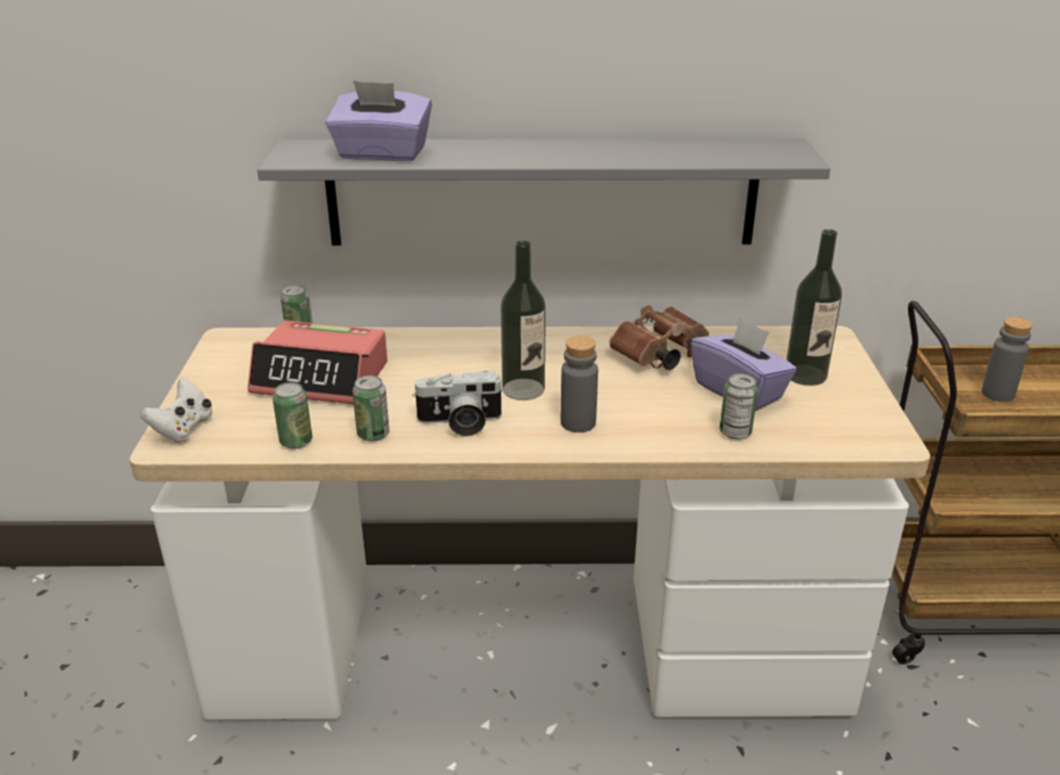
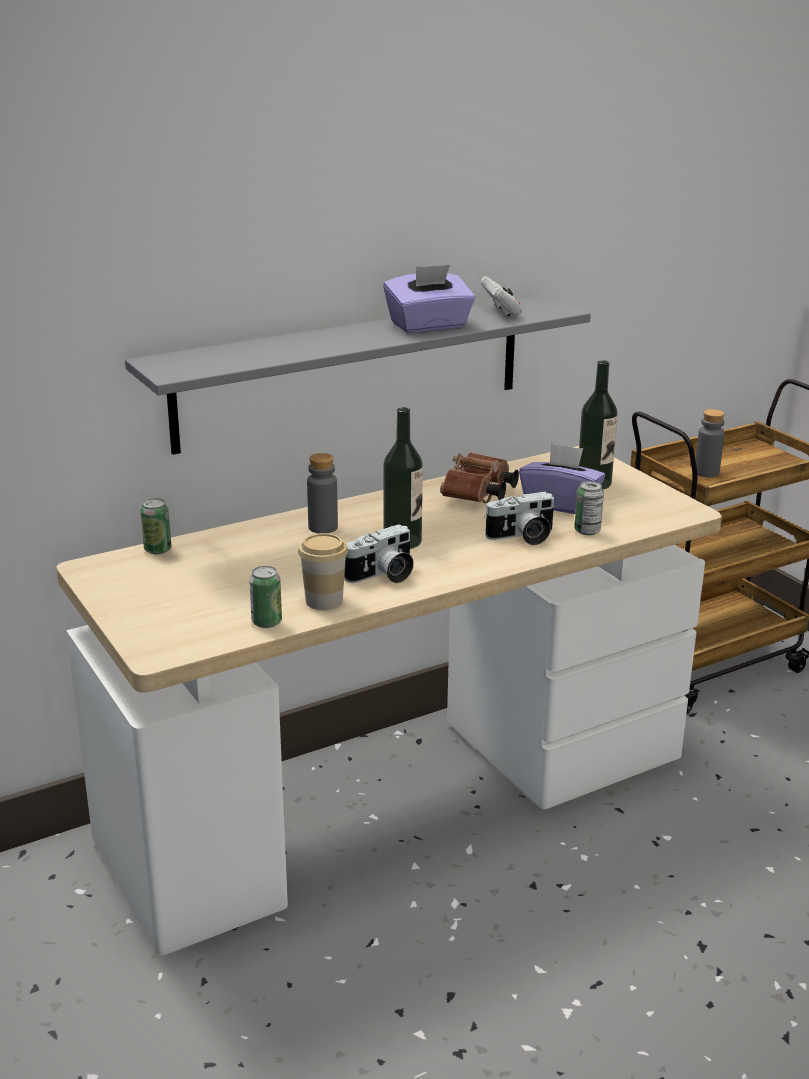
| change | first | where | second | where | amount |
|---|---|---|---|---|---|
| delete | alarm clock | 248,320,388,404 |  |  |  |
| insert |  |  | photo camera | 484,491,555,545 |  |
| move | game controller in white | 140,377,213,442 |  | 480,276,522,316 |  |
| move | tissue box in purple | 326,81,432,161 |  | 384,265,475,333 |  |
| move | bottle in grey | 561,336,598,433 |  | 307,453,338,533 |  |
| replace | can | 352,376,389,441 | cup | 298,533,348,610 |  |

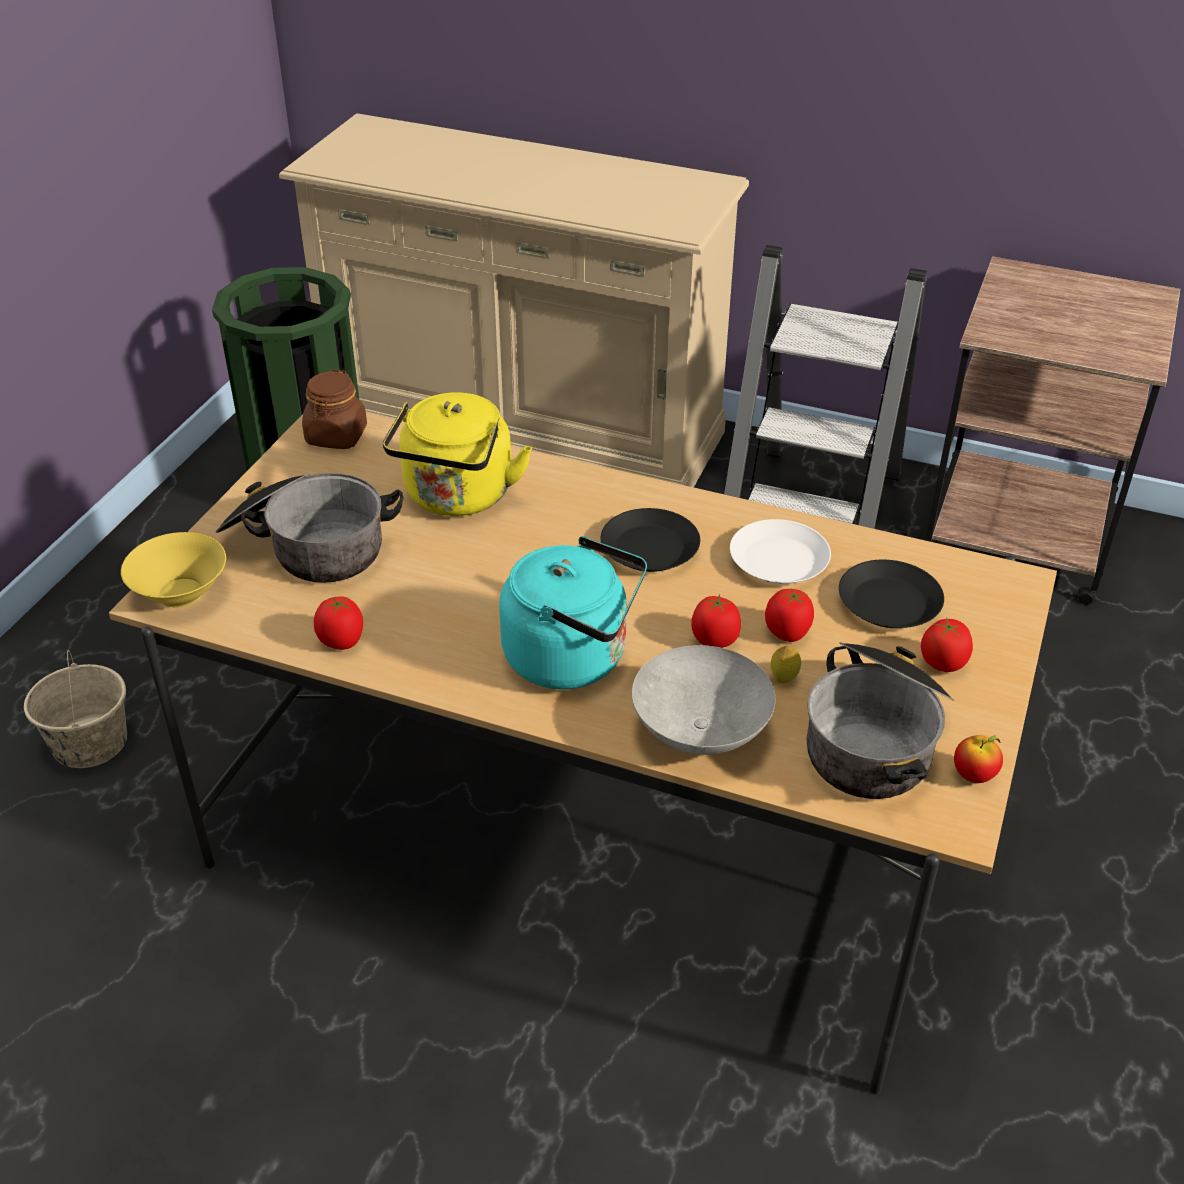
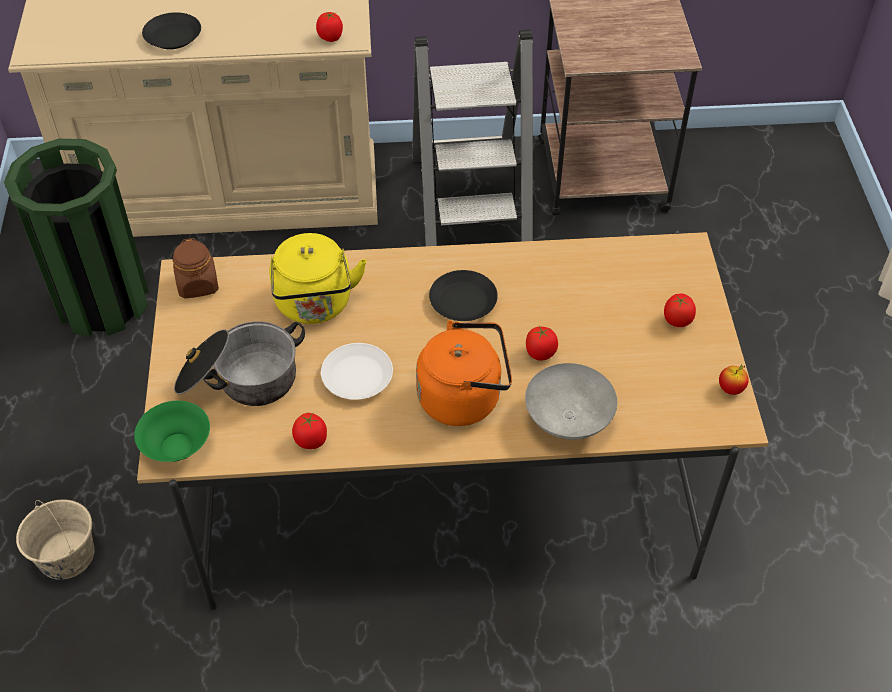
| change | first | where | second | where | amount |
|---|---|---|---|---|---|
| delete | lemon | 771,645,801,684 |  |  |  |
| delete | cooking pot | 806,642,954,799 |  |  |  |
| move | plate in white | 730,519,831,584 |  | 321,343,393,400 |  |
| move | tomato | 765,589,814,642 |  | 316,12,343,42 |  |
| move | plate in black | 839,560,944,628 |  | 142,12,201,49 |  |
| recolor | bowl in yellow | 121,532,226,608 | bowl in green | 134,401,210,462 |  |
| recolor | kettle in turquoise | 499,536,647,689 | kettle in orange | 416,320,512,426 |  |

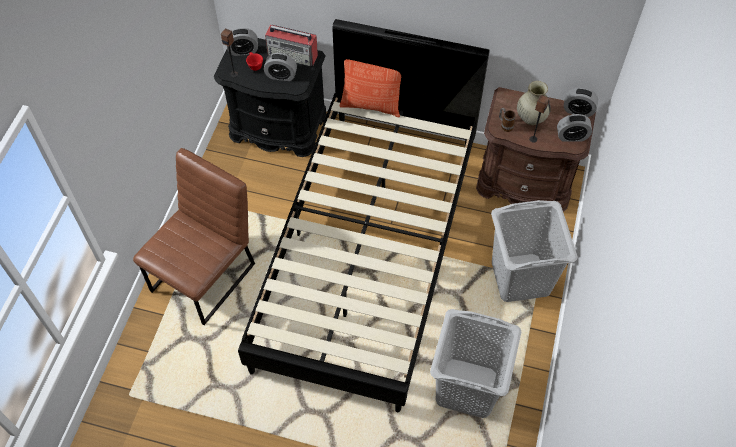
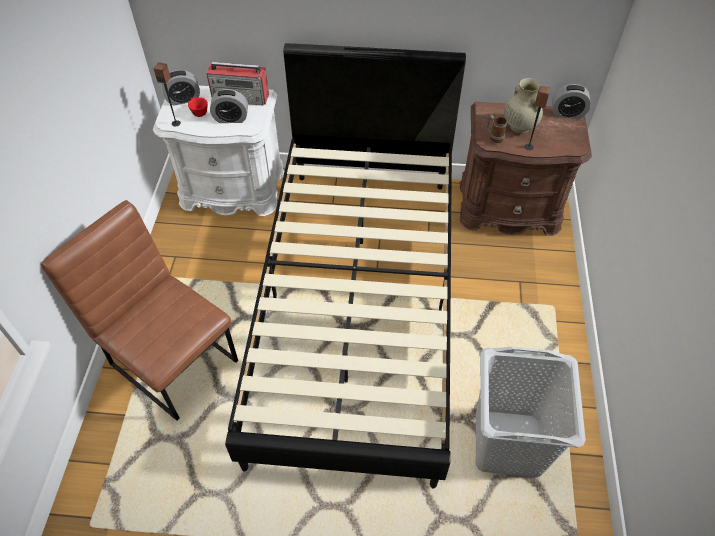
| change | first | where | second | where | amount |
|---|---|---|---|---|---|
| delete | pillow in orange | 340,59,401,117 |  |  |  |
| delete | laundry basket in grey | 491,200,578,302 |  |  |  |
| delete | alarm clock | 557,114,592,142 |  |  |  |
| recolor | nightstand in black | 214,38,327,157 | nightstand in white | 153,86,285,216 |  |
| rotate | chair in brown | 133,148,255,325 |  | 41,200,238,421 | 75 degrees counterclockwise |

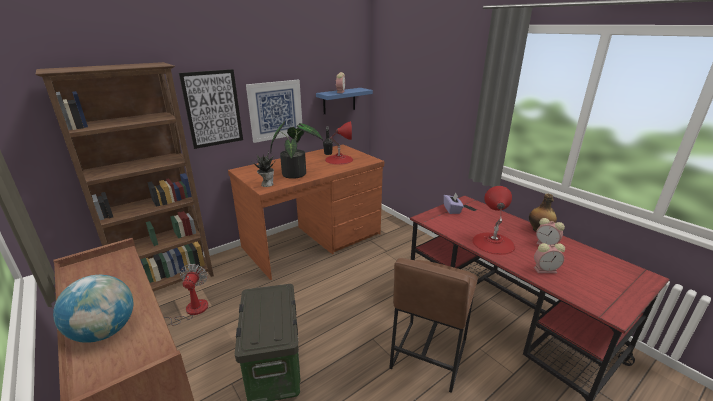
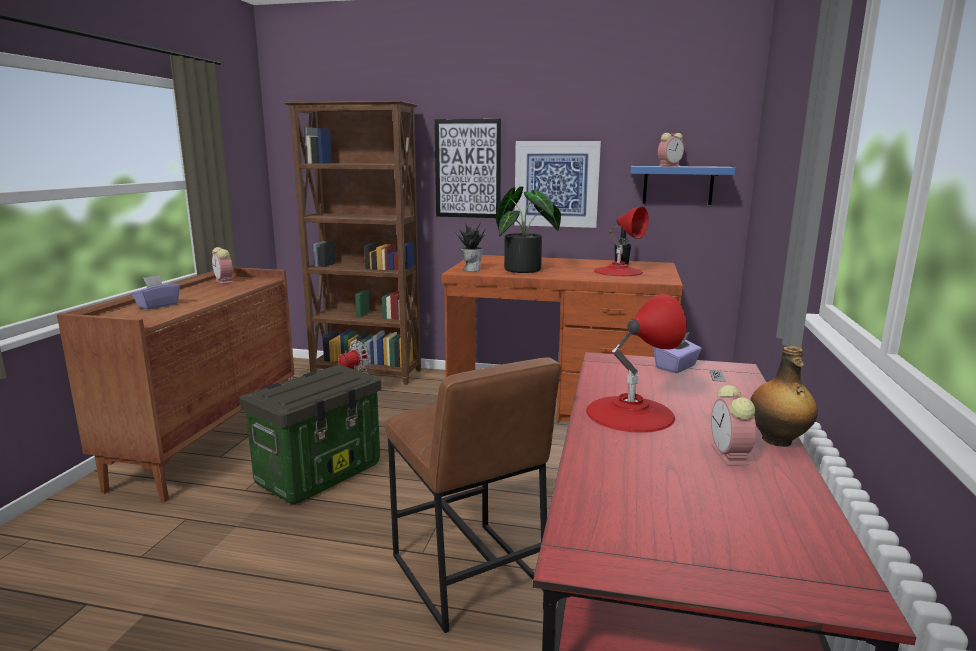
| change | first | where | second | where | amount |
|---|---|---|---|---|---|
| move | alarm clock | 534,243,565,273 |  | 212,247,233,284 |  |
| replace | globe | 53,275,133,343 | tissue box in purple | 131,275,180,310 |  |
| rotate | chair in brown | 389,258,478,393 |  | 385,357,561,633 | 105 degrees counterclockwise |

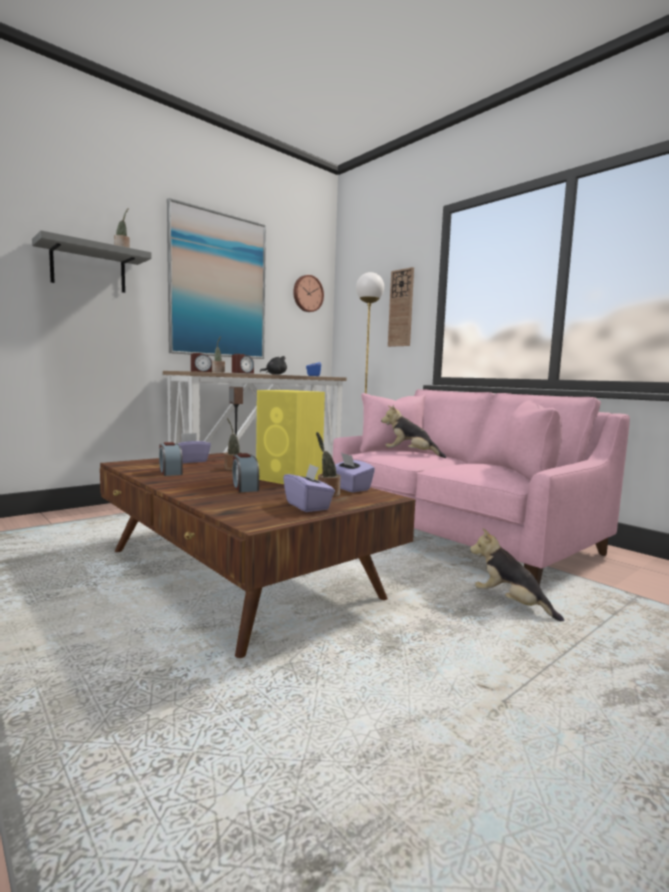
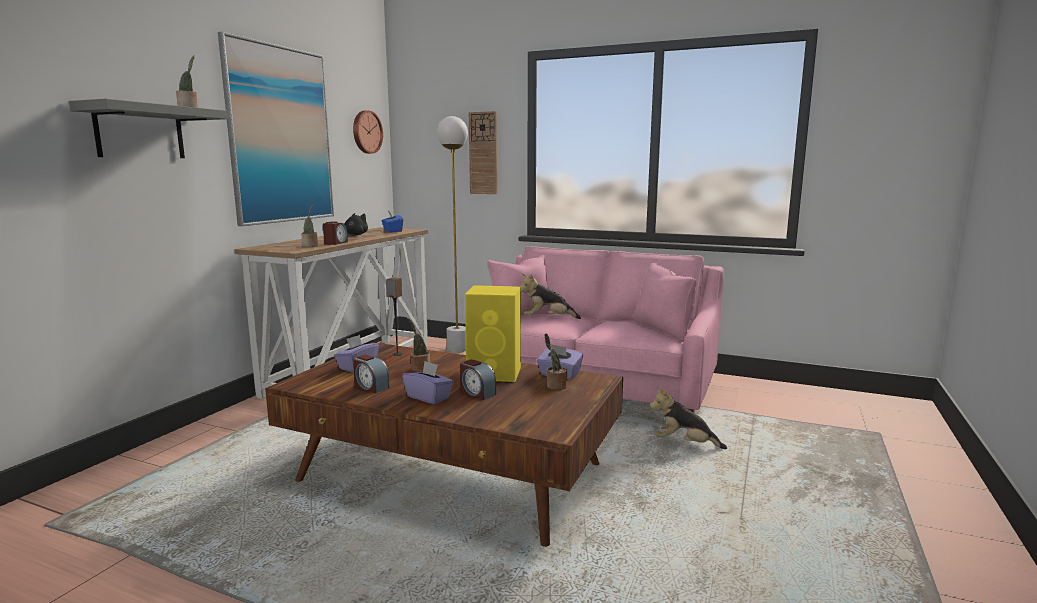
| change | first | where | second | where | amount |
|---|---|---|---|---|---|
| delete | alarm clock | 191,353,212,372 |  |  |  |
| move | tissue box in purple | 283,464,335,512 |  | 402,361,454,404 |  |

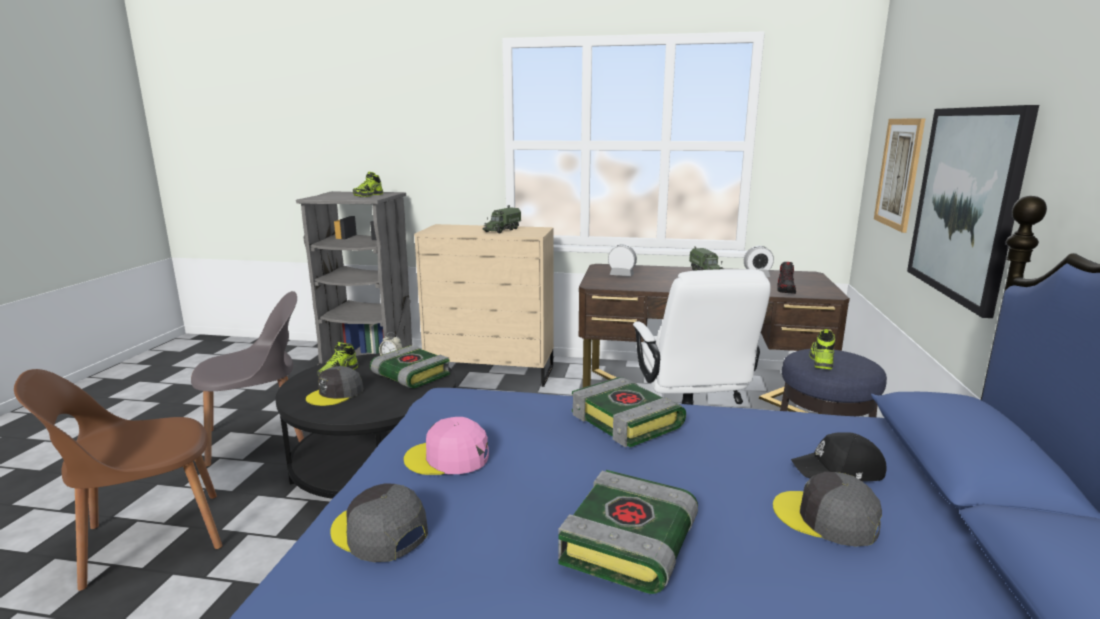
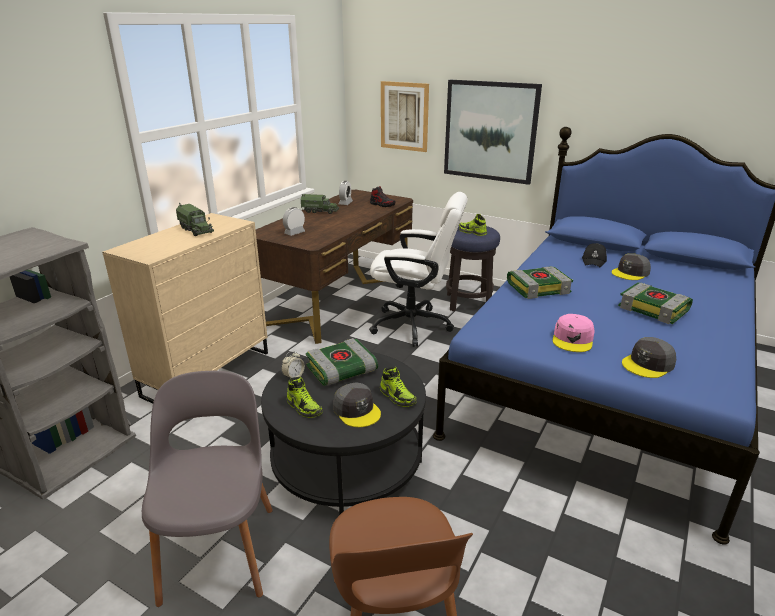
| change | first | where | second | where | amount |
|---|---|---|---|---|---|
| move | shoe | 353,172,383,197 |  | 380,367,417,407 |  |

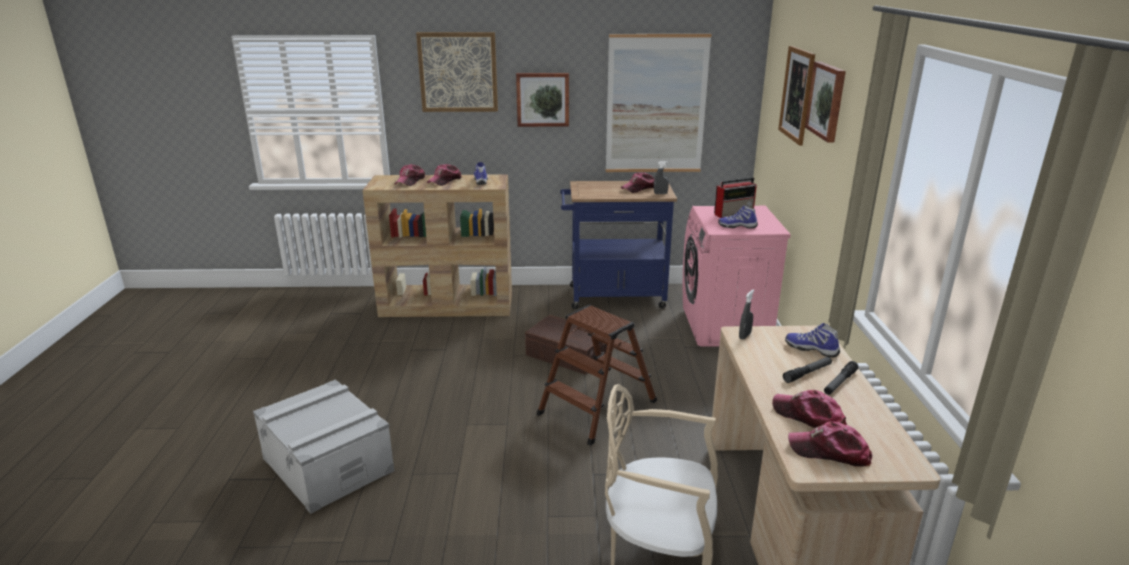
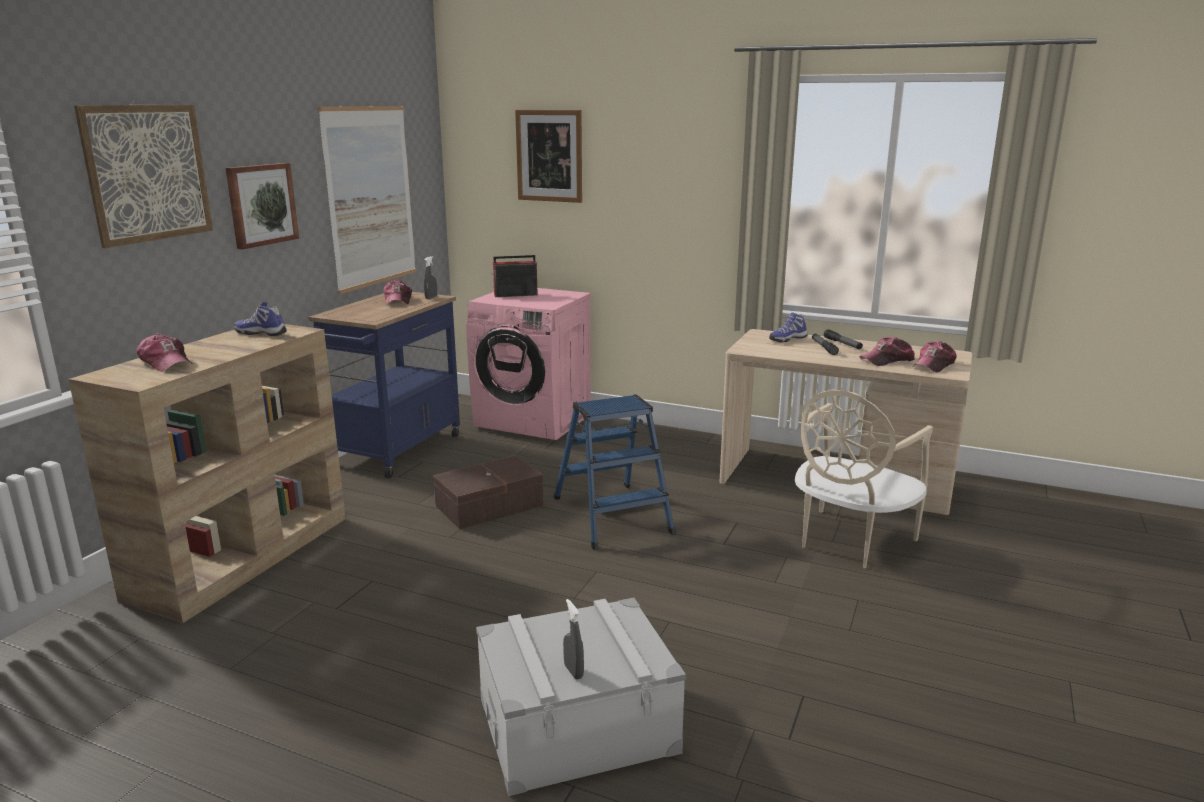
| change | first | where | second | where | amount |
|---|---|---|---|---|---|
| delete | cap | 427,164,461,186 |  |  |  |
| delete | shoe | 718,205,758,229 |  |  |  |
| delete | picture | 805,61,846,143 |  |  |  |
| move | spray bottle in grey | 739,289,754,340 |  | 563,599,584,680 |  |
| recolor | step ladder in brown | 536,304,657,446 | step ladder in blue | 554,394,676,550 |  |
| rotate | radio | 714,177,757,218 |  | 491,255,538,297 | 105 degrees counterclockwise |

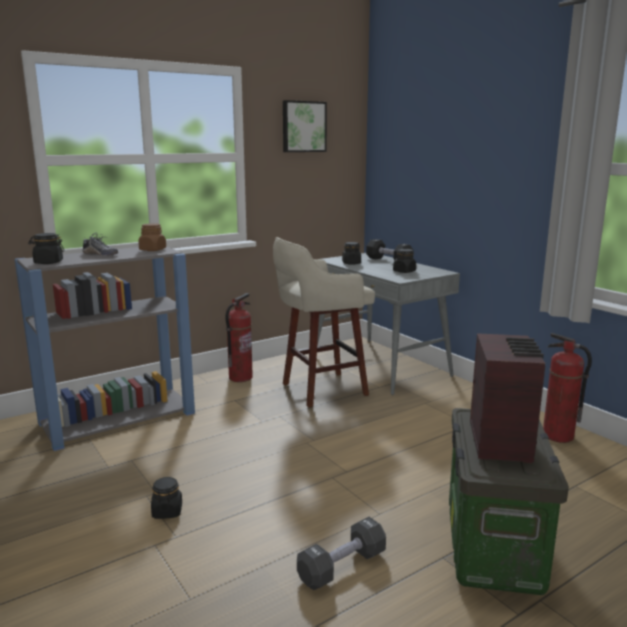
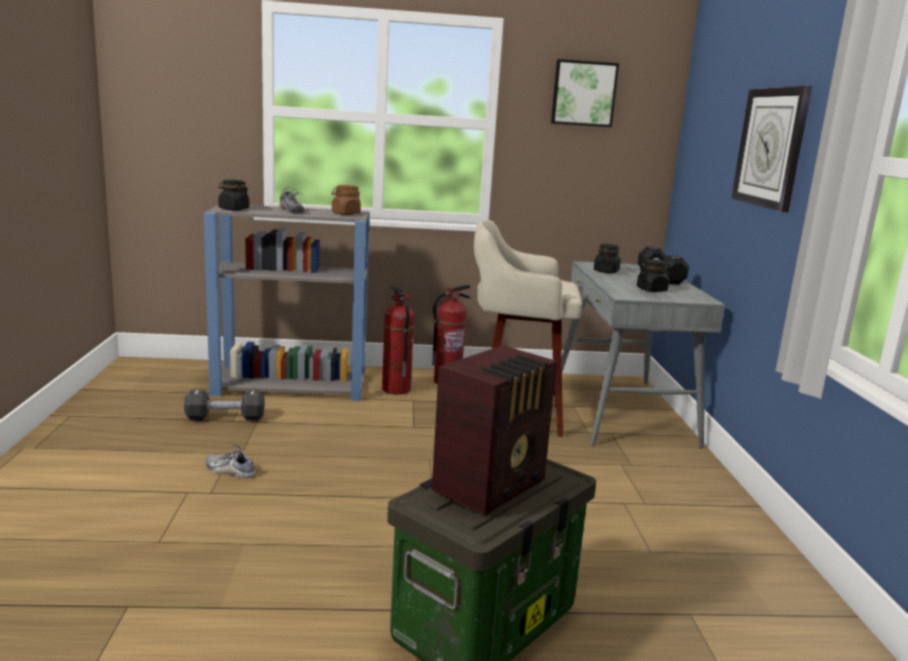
| change | first | where | second | where | amount |
|---|---|---|---|---|---|
| insert |  |  | wall clock | 731,86,812,212 |  |
| move | dumbbell in black | 297,517,386,590 |  | 184,390,265,420 |  |
| move | fire extinguisher | 543,333,592,443 |  | 382,285,414,395 |  |
| replace | jar in black | 151,477,182,519 | shoe | 206,445,255,478 |  |

